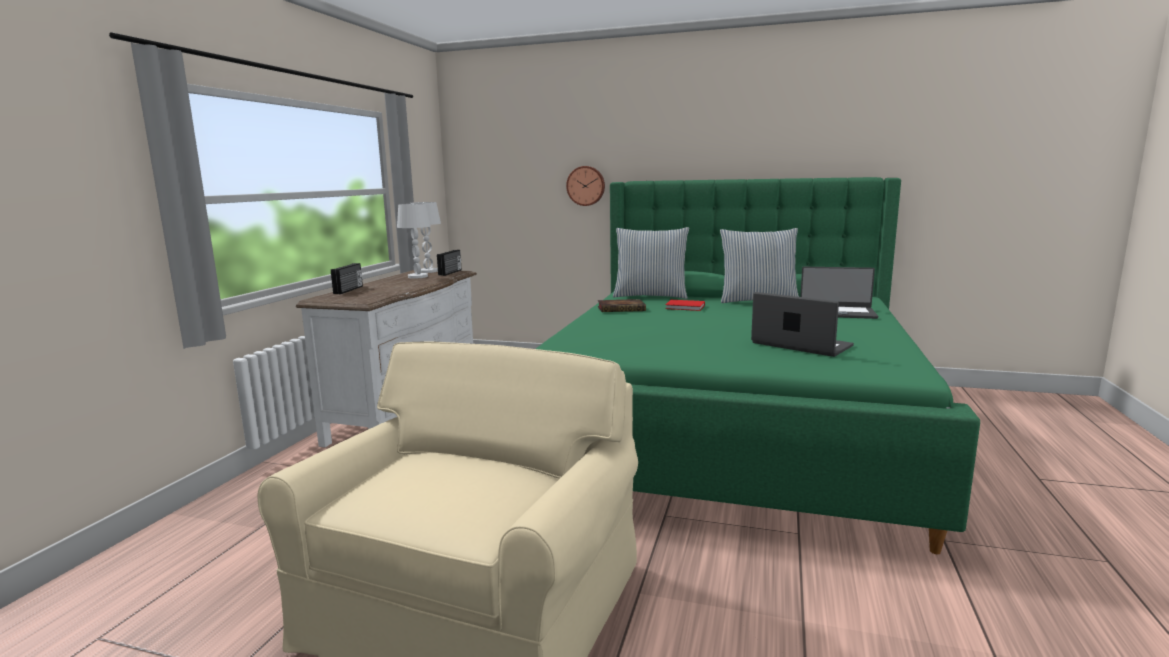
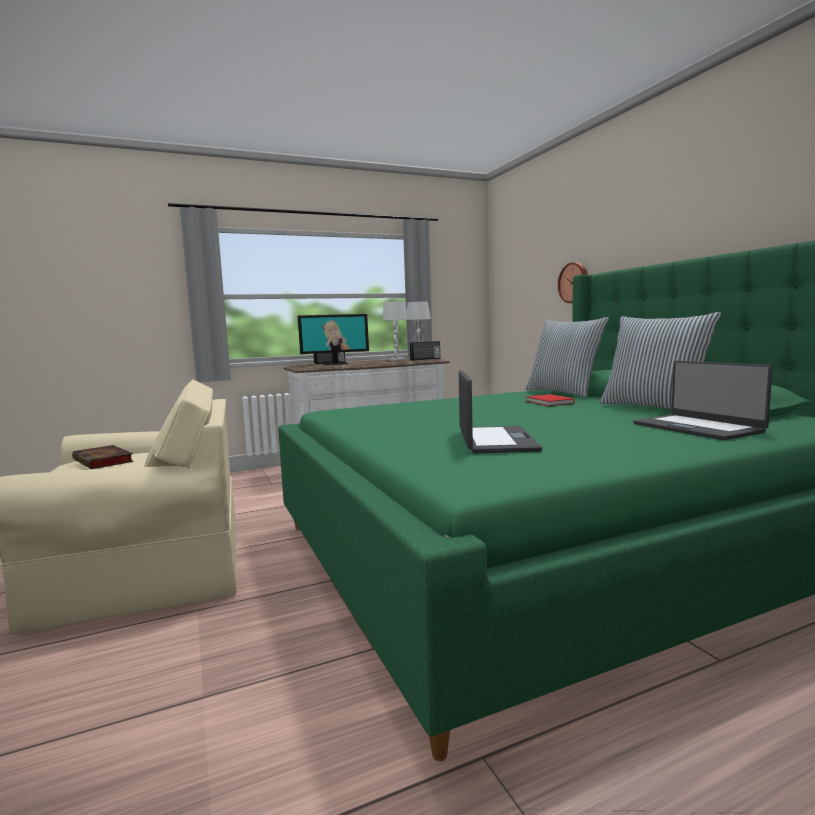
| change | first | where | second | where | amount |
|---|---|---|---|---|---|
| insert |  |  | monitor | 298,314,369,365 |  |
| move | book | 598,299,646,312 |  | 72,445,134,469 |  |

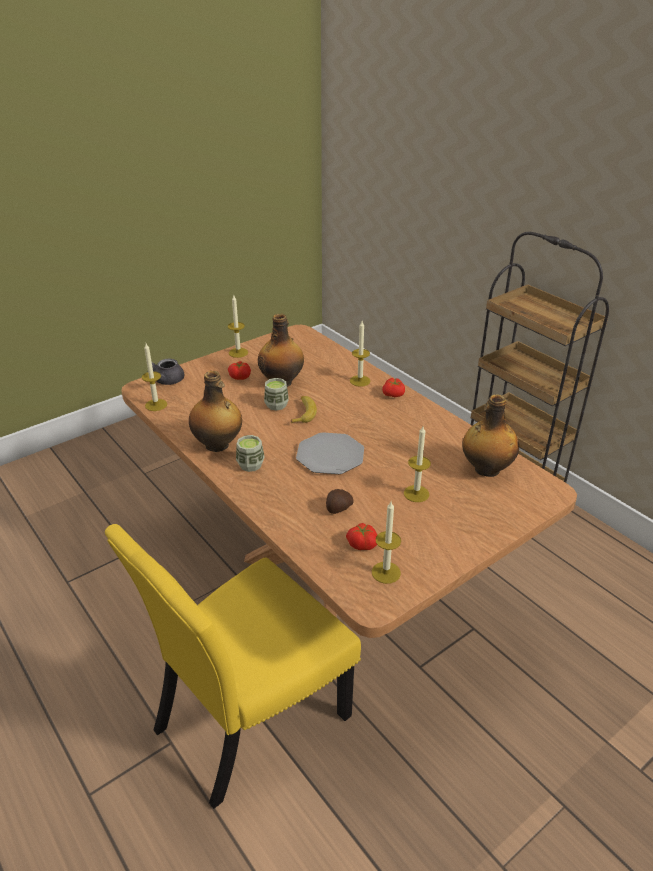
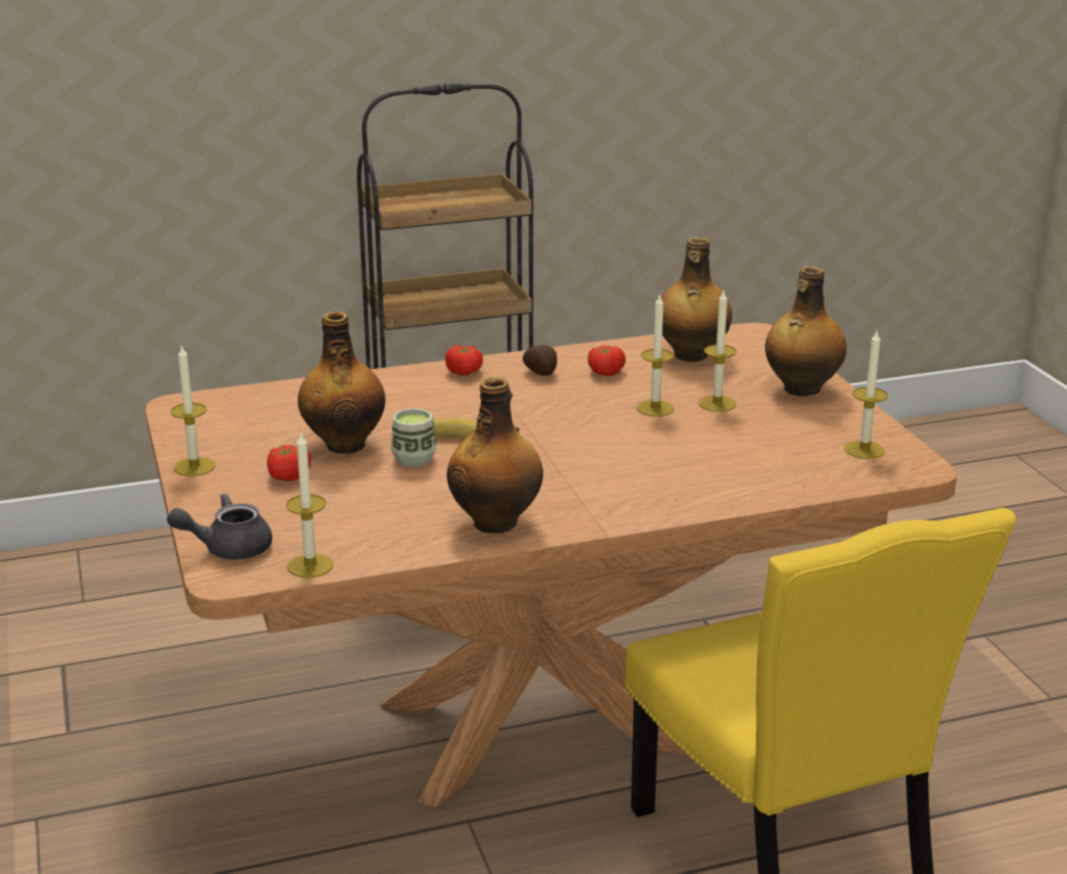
| change | first | where | second | where | amount |
|---|---|---|---|---|---|
| delete | cup | 236,435,265,472 |  |  |  |
| delete | plate | 296,432,364,474 |  |  |  |
| insert |  |  | bottle | 765,266,847,396 |  |
| move | potato | 326,489,354,514 |  | 523,345,557,376 |  |
| move | tomato | 346,523,377,550 |  | 588,345,626,376 |  |
| move | candle | 350,321,370,387 |  | 637,293,674,417 |  |
| rotate | teapot in grey | 152,358,184,385 |  | 167,493,272,560 | 120 degrees clockwise |

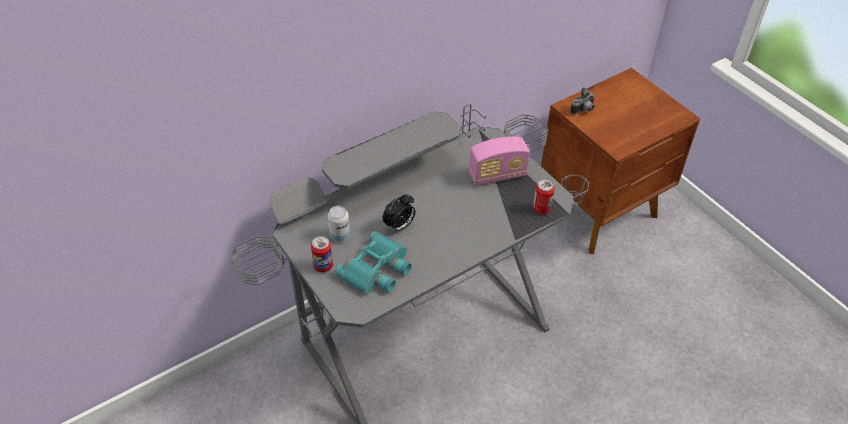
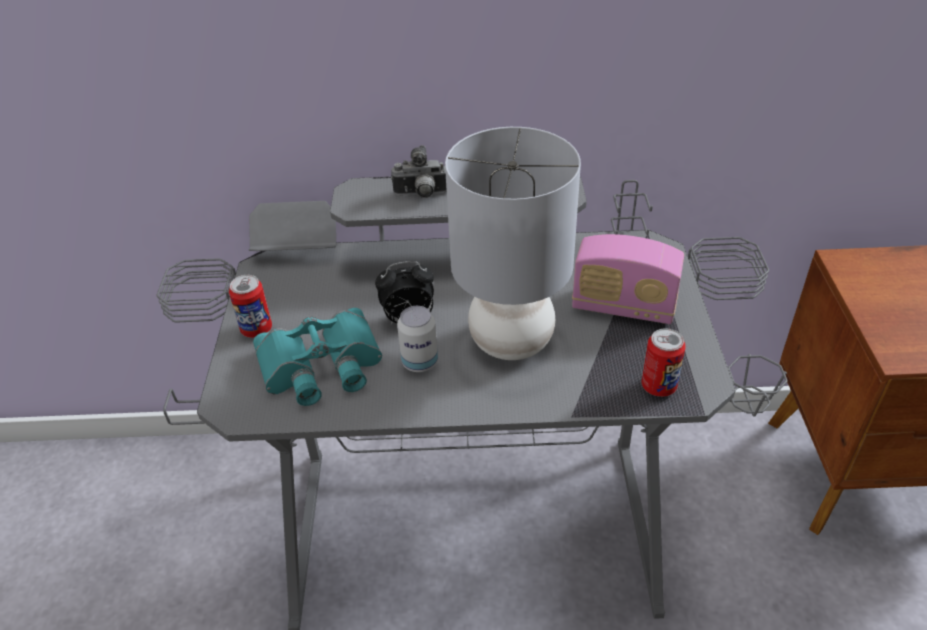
| change | first | where | second | where | amount |
|---|---|---|---|---|---|
| insert |  |  | table lamp in grey | 445,127,581,360 |  |
| move | can | 327,206,350,241 |  | 397,306,438,372 |  |
| move | photo camera | 570,87,595,115 |  | 391,145,447,198 |  |

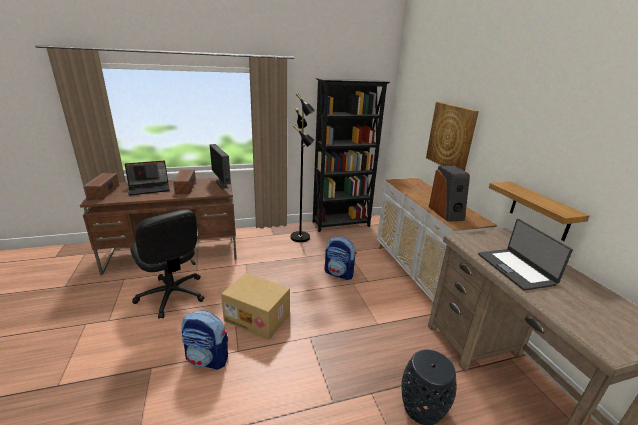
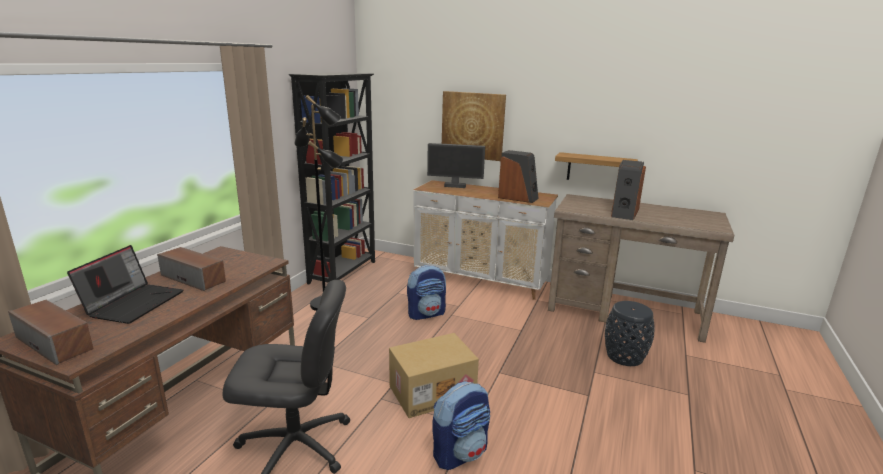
| change | first | where | second | where | amount |
|---|---|---|---|---|---|
| move | monitor | 209,144,231,189 |  | 427,143,485,188 |  |
| replace | laptop | 478,219,573,291 | speaker | 611,160,646,220 |  |

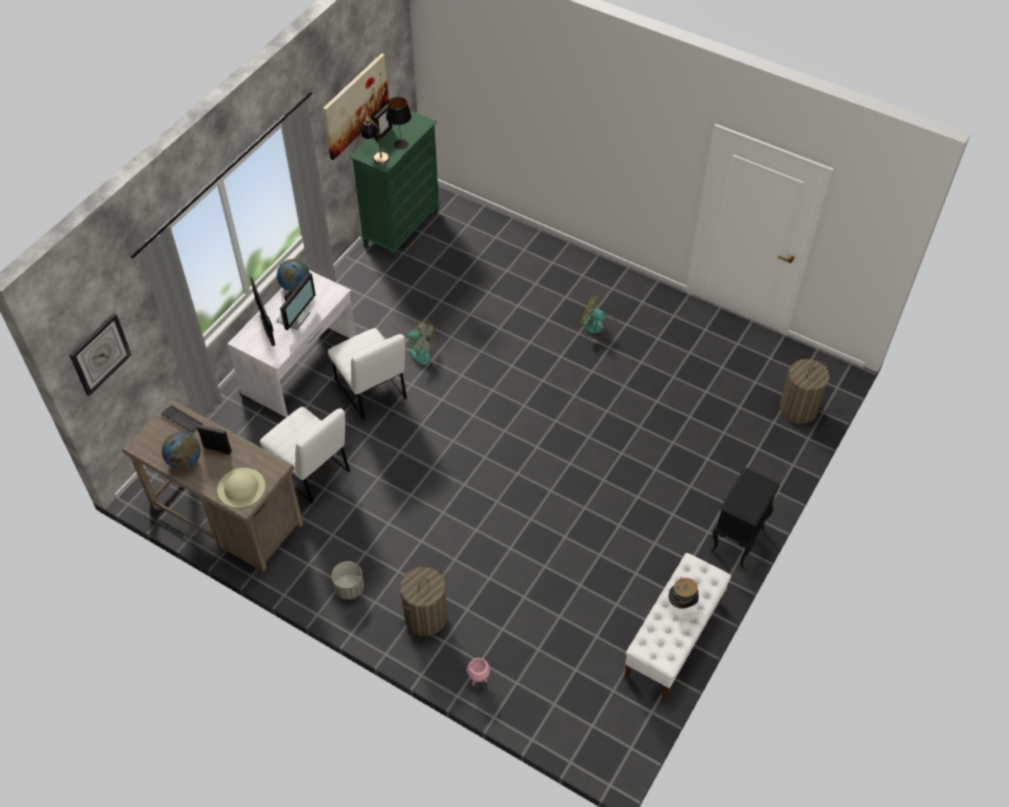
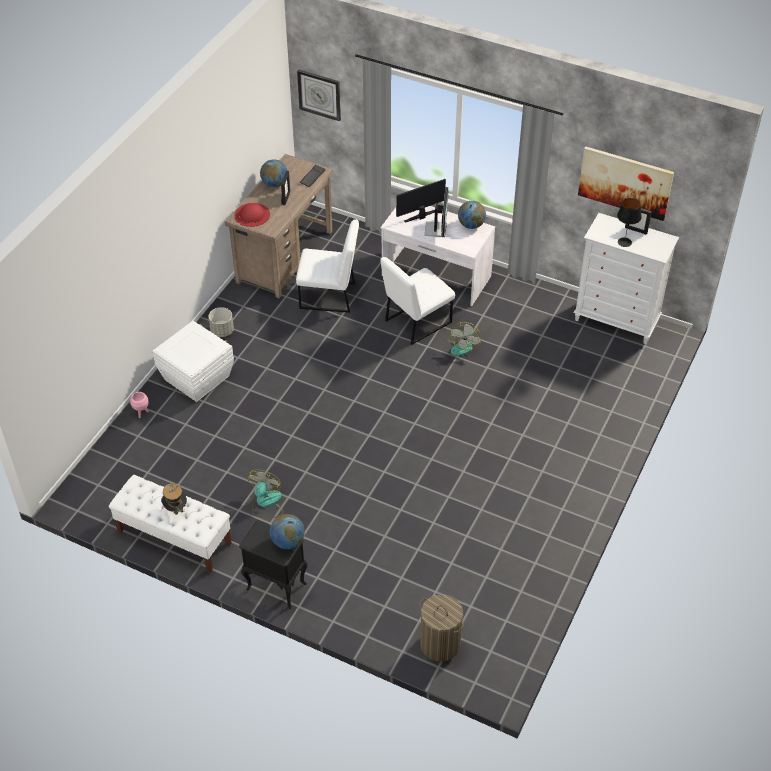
| change | first | where | second | where | amount |
|---|---|---|---|---|---|
| delete | table lamp | 361,115,389,165 |  |  |  |
| insert |  |  | globe | 270,514,305,549 |  |
| move | fan | 580,295,617,337 |  | 247,469,283,519 |  |
| replace | laundry basket | 400,567,448,636 | storage box in white | 152,321,234,402 |  |
| recolor | hat in beige | 217,468,265,508 | hat in red | 234,203,270,227 |  |
| recolor | dresser in green | 350,108,440,258 | dresser in white | 574,213,679,344 |  |
| rotate | chair in white | 260,407,350,503 |  | 296,219,359,313 | 120 degrees counterclockwise |
| rotate | monitor | 276,273,316,331 |  | 425,187,449,237 | 105 degrees counterclockwise |

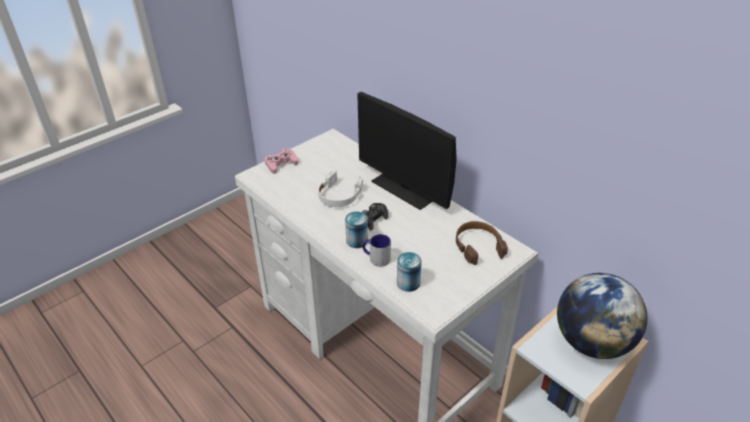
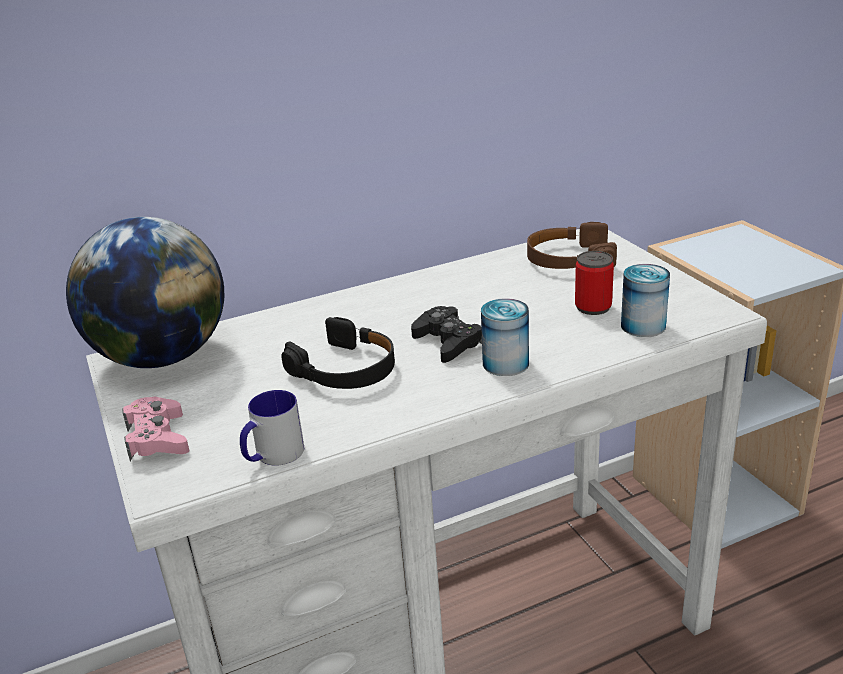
| change | first | where | second | where | amount |
|---|---|---|---|---|---|
| delete | monitor | 357,92,457,210 |  |  |  |
| insert |  |  | can | 575,251,614,315 |  |
| move | mug | 363,234,391,267 |  | 240,390,304,466 |  |
| move | globe | 557,273,647,359 |  | 66,217,224,368 |  |
| recolor | headphones in white | 318,170,363,207 | headphones in black | 281,317,395,389 |  |

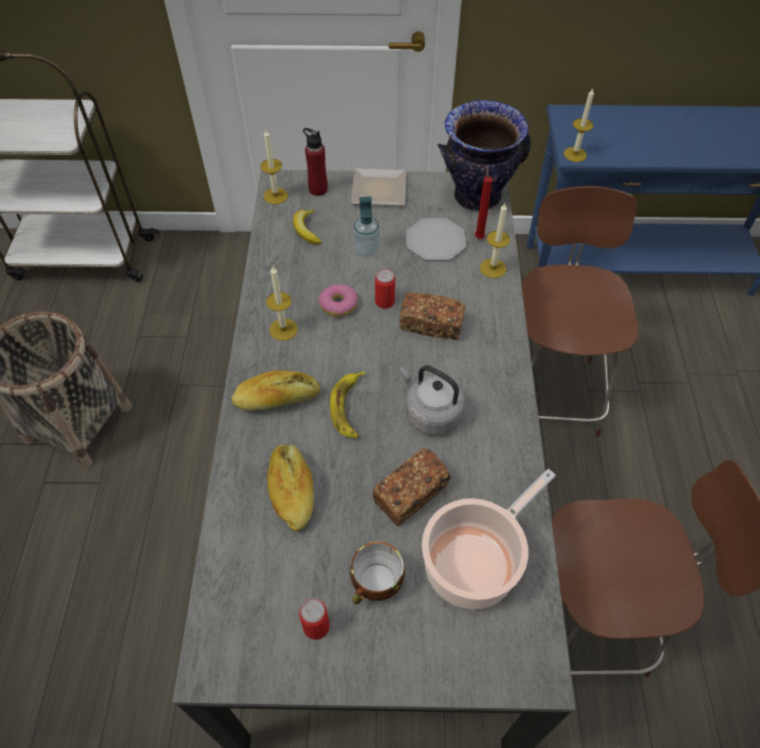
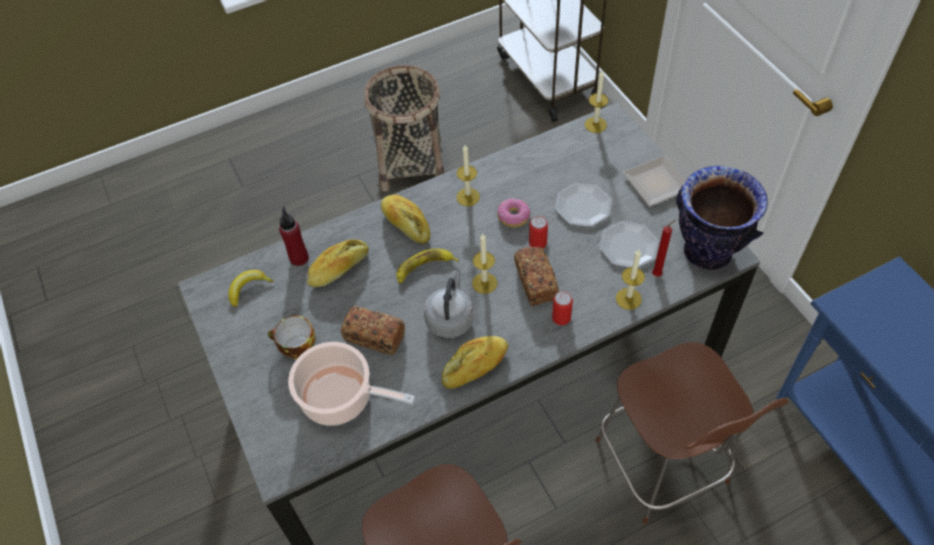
| change | first | where | second | where | amount |
|---|---|---|---|---|---|
| insert |  |  | bread | 442,336,508,389 |  |
| move | banana | 293,210,322,244 |  | 228,270,273,307 |  |
| move | can | 299,598,330,640 |  | 552,291,573,325 |  |
| move | bottle in red | 303,128,328,196 |  | 279,206,309,266 |  |
| move | candle | 564,88,594,162 |  | 472,234,497,294 |  |
| replace | soap dispenser | 353,196,380,256 | plate | 555,183,612,227 |  |
| rotate | chair in brown | 521,186,638,437 |  | 596,342,789,524 | 90 degrees clockwise |

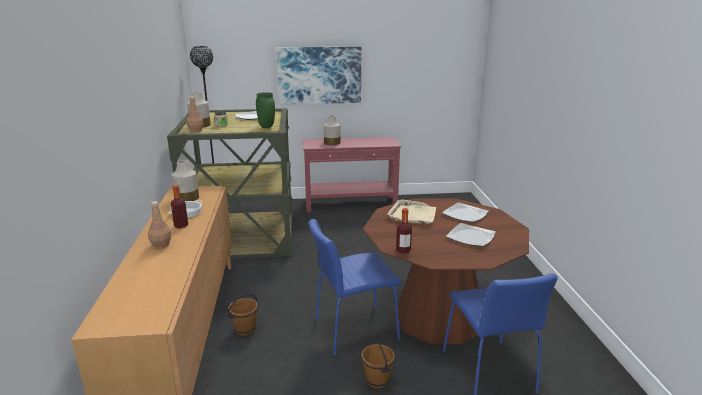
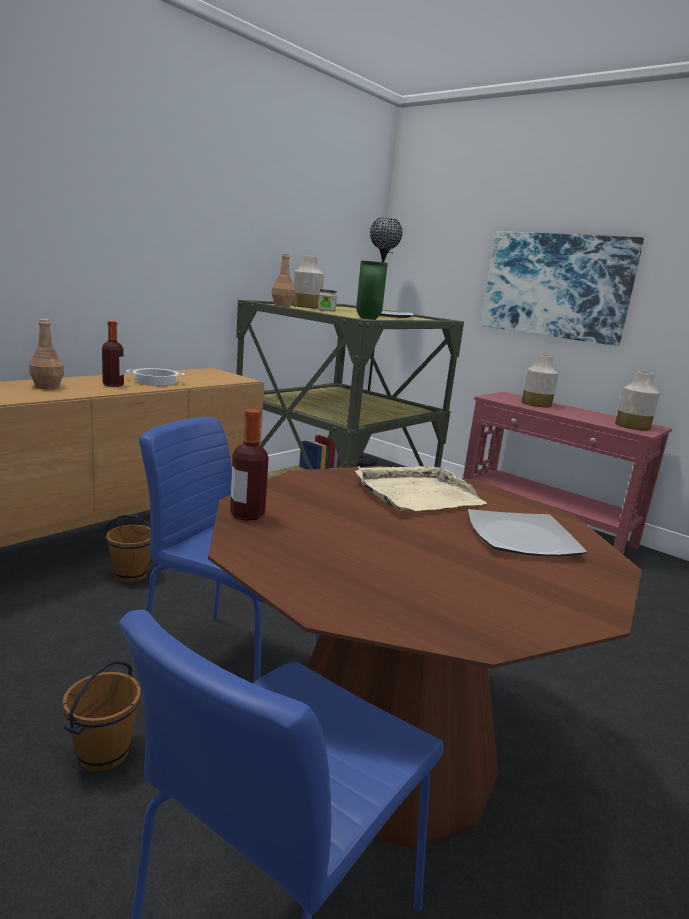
| change | first | where | second | where | amount |
|---|---|---|---|---|---|
| delete | plate | 446,223,496,247 |  |  |  |
| move | vase in beige | 172,160,199,201 |  | 615,371,660,430 |  |

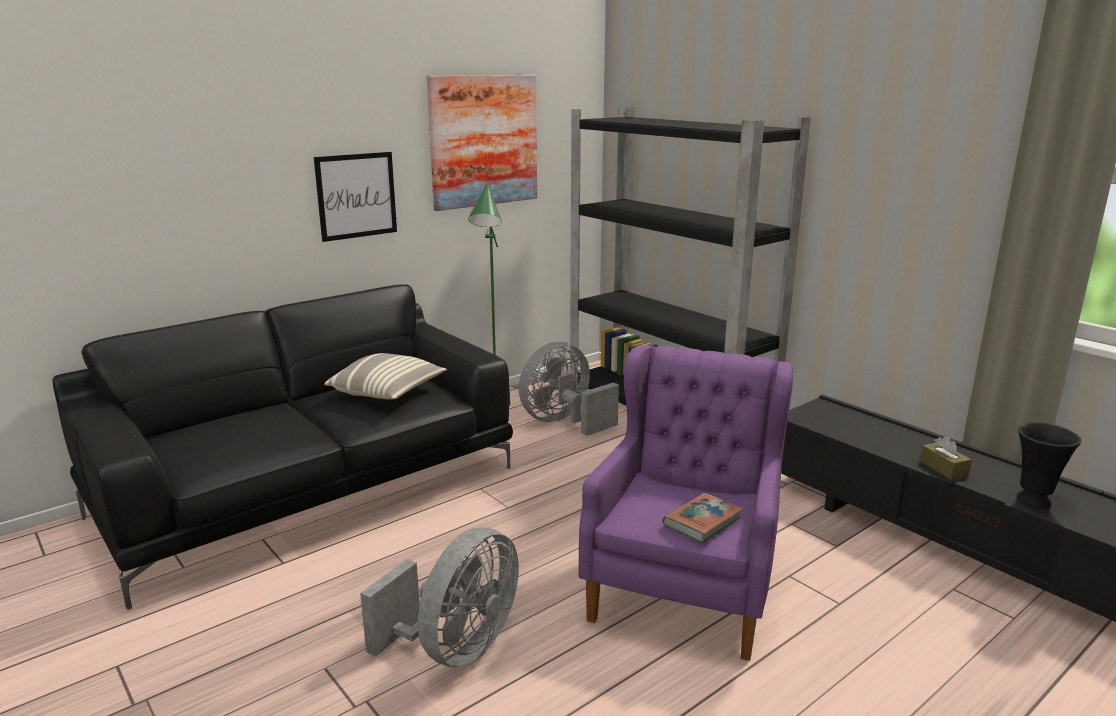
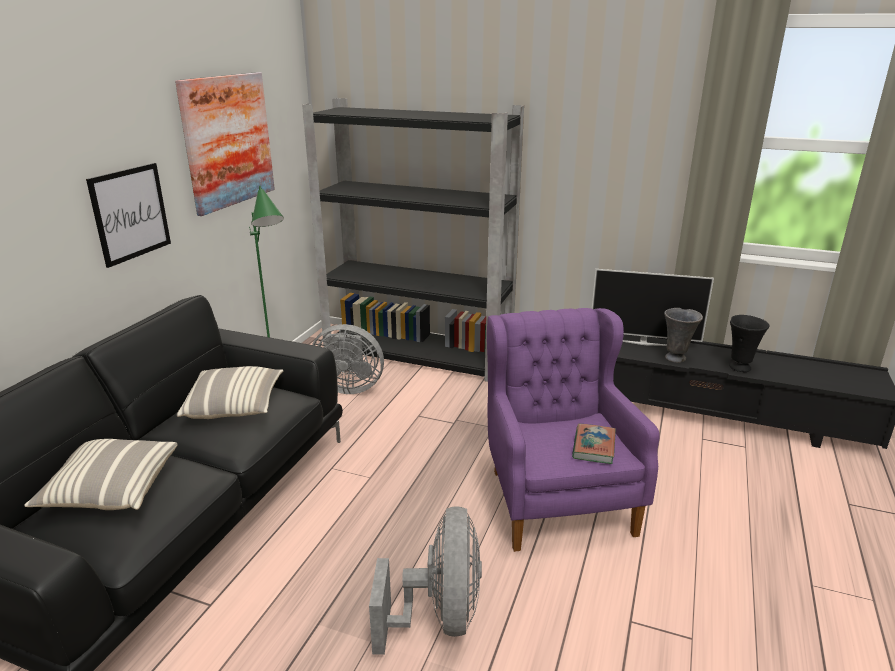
| change | first | where | second | where | amount |
|---|---|---|---|---|---|
| insert |  |  | pillow | 24,439,178,510 |  |
| insert |  |  | television | 592,269,714,346 |  |
| replace | tissue box in brown | 920,436,972,480 | vase in grey | 664,308,703,363 |  |
| rotate | fan in grey | 519,342,619,436 |  | 312,324,384,394 | 105 degrees counterclockwise |

